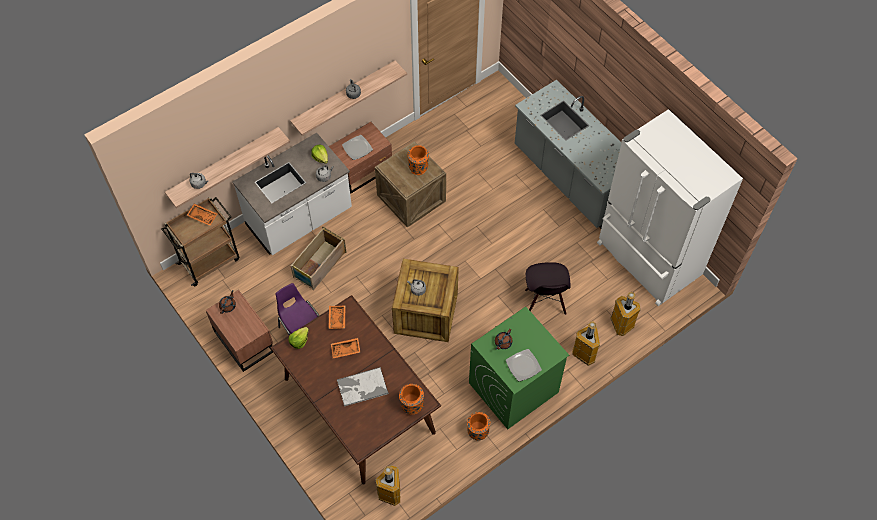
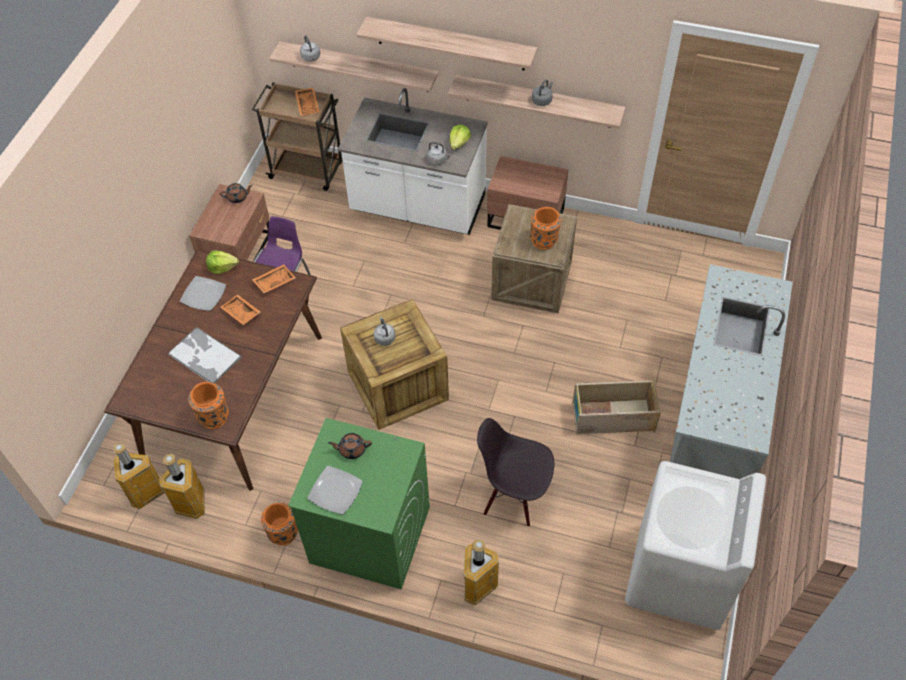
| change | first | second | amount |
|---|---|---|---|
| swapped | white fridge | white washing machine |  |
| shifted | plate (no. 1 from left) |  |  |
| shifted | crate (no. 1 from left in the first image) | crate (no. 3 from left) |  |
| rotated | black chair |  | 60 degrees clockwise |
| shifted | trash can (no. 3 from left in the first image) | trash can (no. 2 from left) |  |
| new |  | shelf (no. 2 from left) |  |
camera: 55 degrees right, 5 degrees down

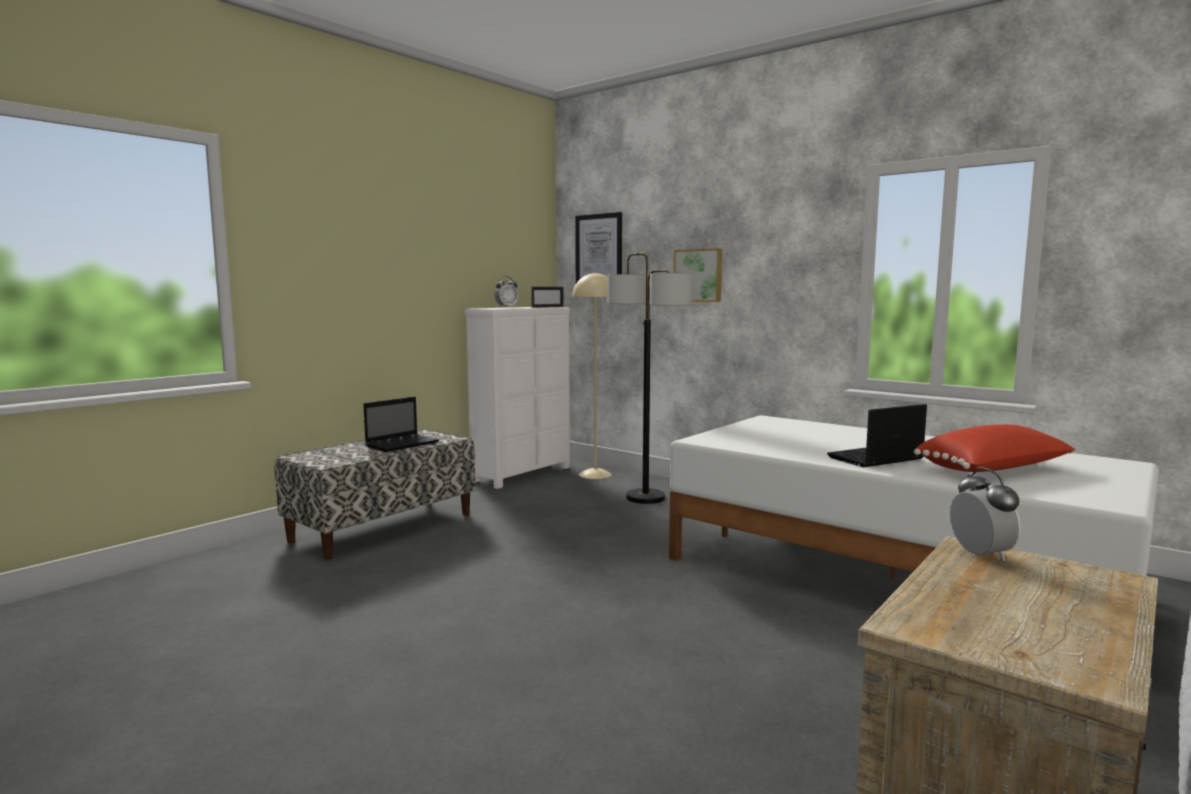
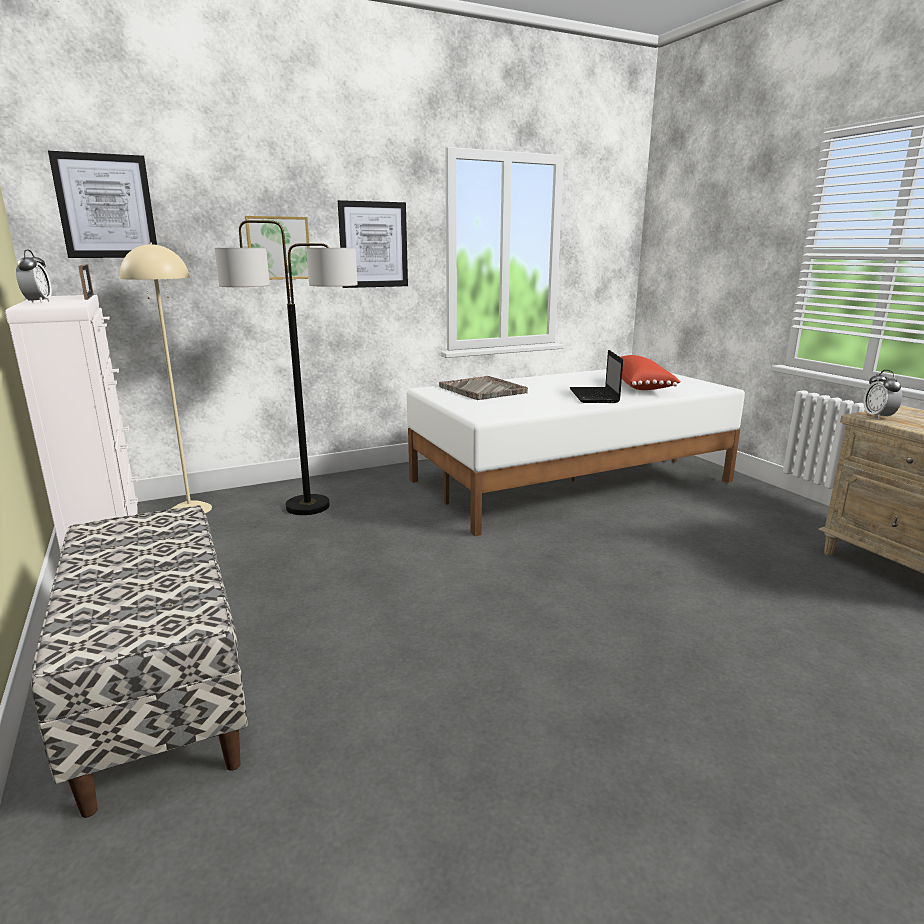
| change | first | second | amount |
|---|---|---|---|
| gone | laptop (no. 1 from left) |  |  |
| rotated | alarm clock (no. 2 from left) |  | 105 degrees counterclockwise |
| new |  | picture (no. 3 from left) |  |
| new |  | grey tray |  |
camera: 65 degrees left, 10 degrees up

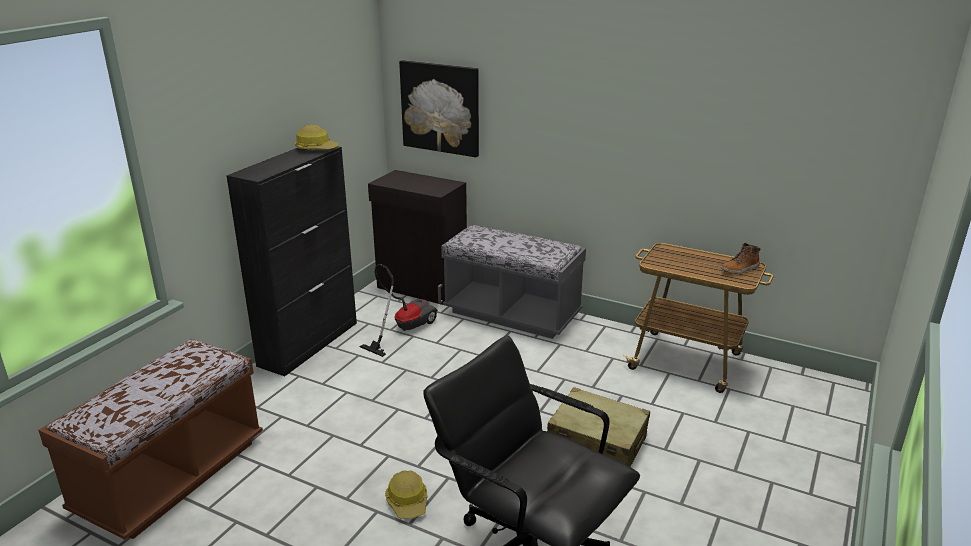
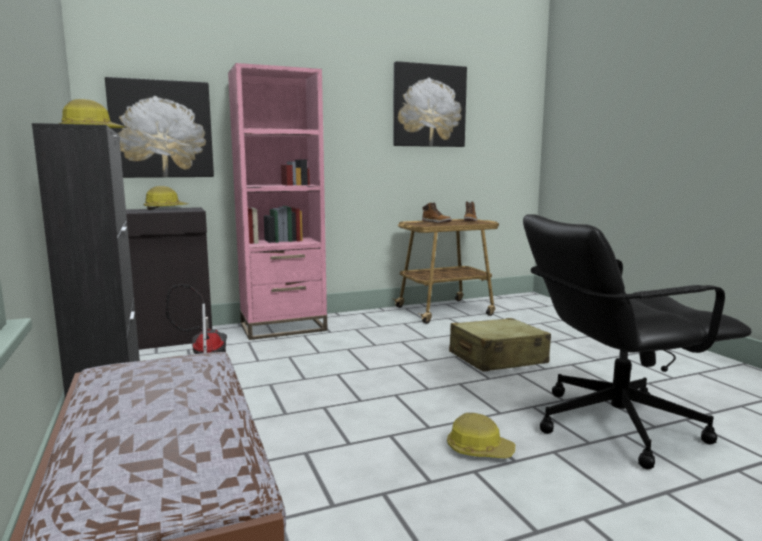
| change | first | second | amount |
|---|---|---|---|
| swapped | grey bench | pink bookcase |  |
| new |  | picture (no. 2 from left) |  |
| new |  | hard hat (no. 2 from left) |  |
| new |  | boot (no. 1 from left) |  |
camera: 50 degrees left, 15 degrees down

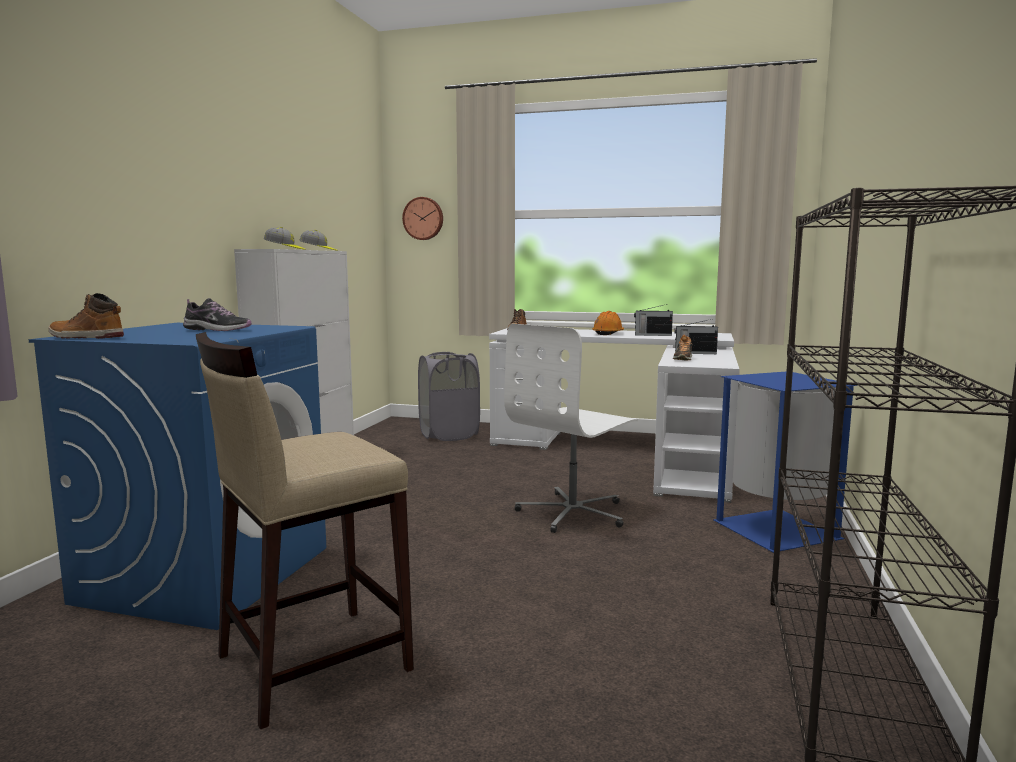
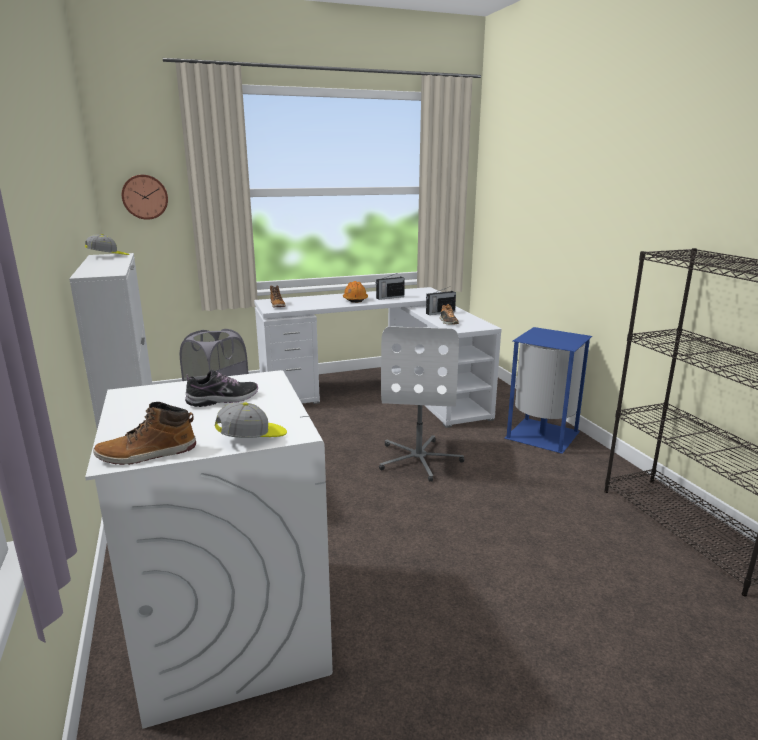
| change | first | second | amount |
|---|---|---|---|
| shifted | cap (no. 1 from left in the first image) | cap (no. 2 from left) |  |
| repainted | blue washing machine | white washing machine |  |
| gone | beige stool |  |  |
camera: 35 degrees left, 10 degrees up

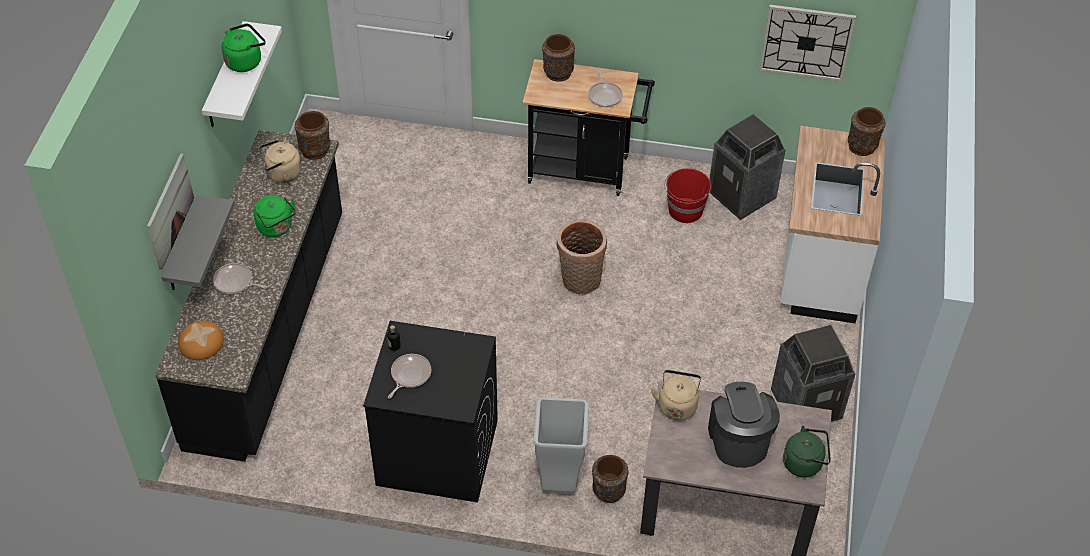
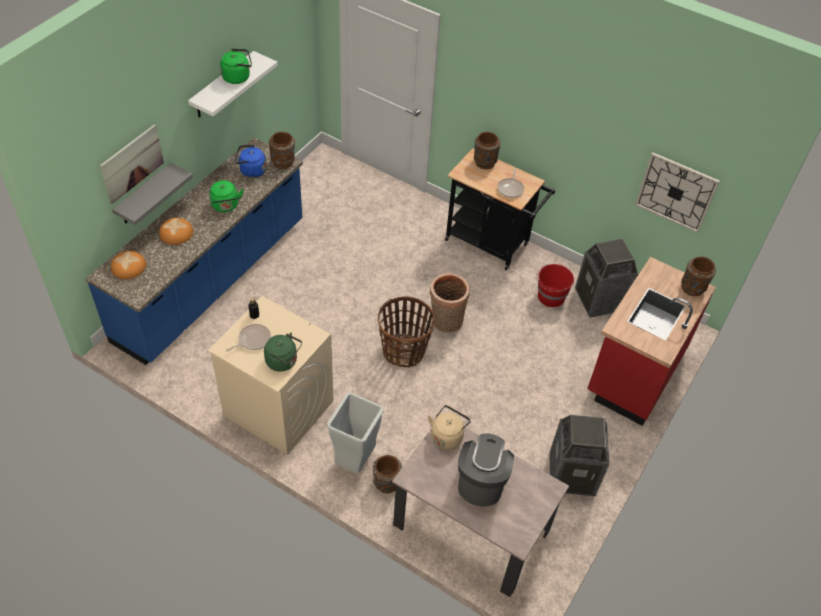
| change | first | second | amount |
|---|---|---|---|
| repainted | white counter | red counter |  |
| repainted | black counter | blue counter |  |
| repainted | beige kettle (no. 1 from left) | blue kettle |  |
| swapped | frying pan (no. 1 from left) | bread (no. 2 from left) |  |
| repainted | black washing machine | beige washing machine |  |
| shifted | green kettle (no. 3 from left) |  |  |
| new |  | basket (no. 1 from left) |  |
camera: 20 degrees right, 0 degrees up

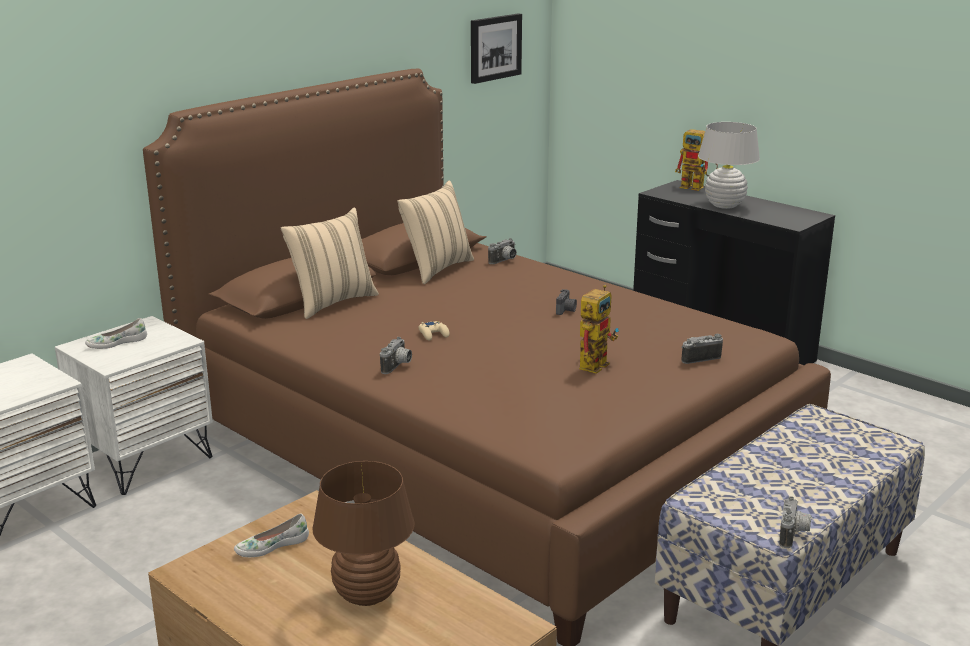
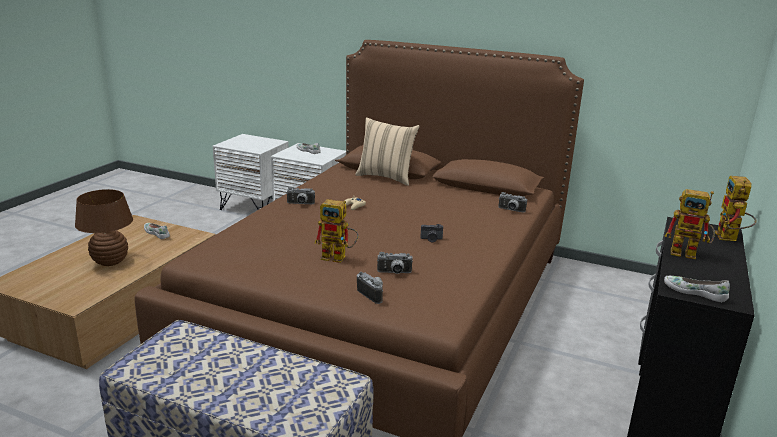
| change | first | second | amount |
|---|---|---|---|
| gone | picture |  |  |
| swapped | white table lamp | toy robot (no. 2 from left) |  |
| gone | beige pillow (no. 2 from left) |  |  |
| shifted | photo camera (no. 5 from left in the first image) | photo camera (no. 3 from left) |  |
| new |  | white shoe (no. 3 from left) |  |
camera: 70 degrees right, 0 degrees up

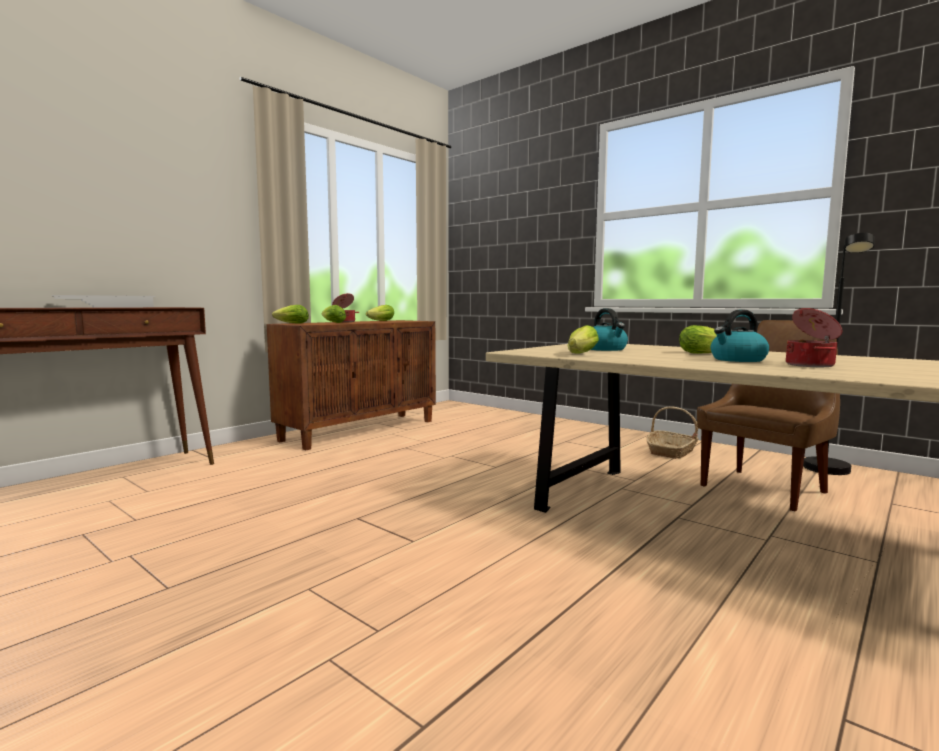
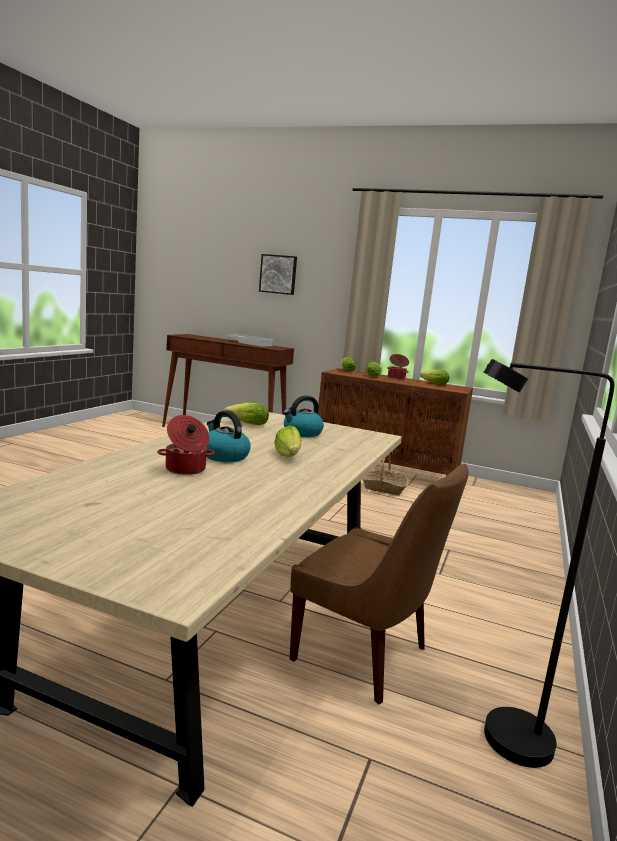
| change | first | second | amount |
|---|---|---|---|
| shifted | basket |  |  |
| new |  | picture |  |
camera: 70 degrees right, 5 degrees up

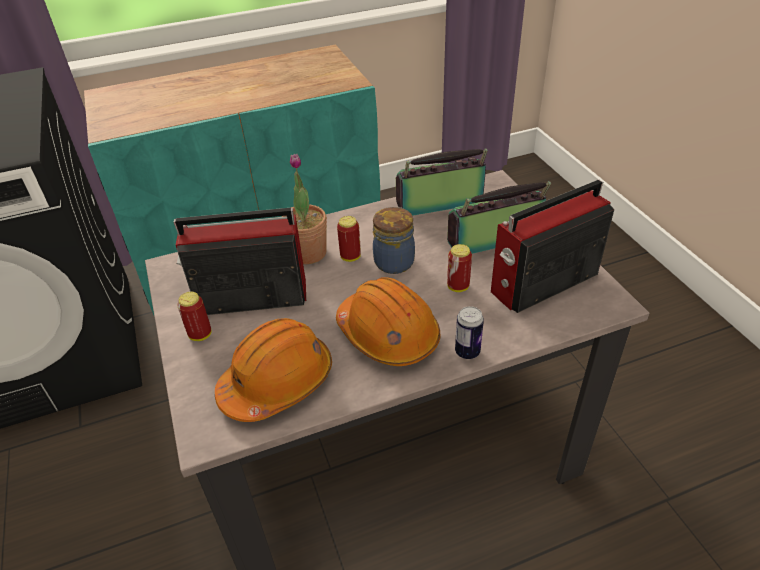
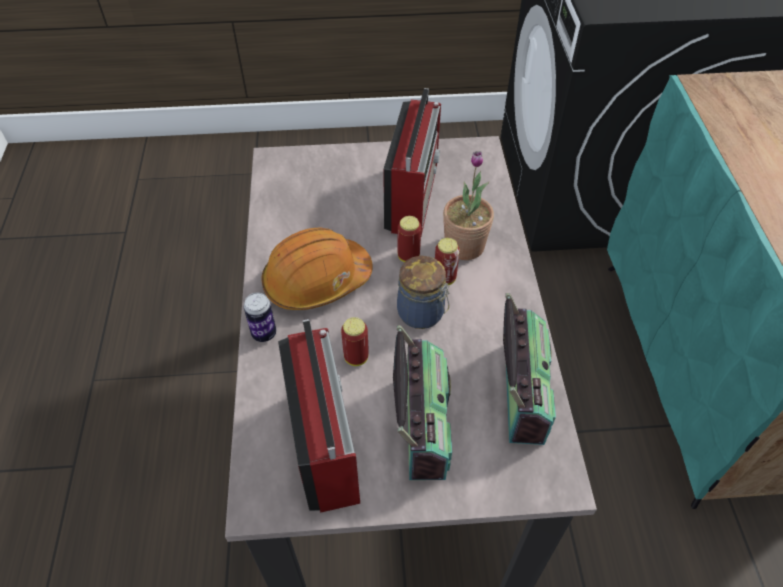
| change | first | second | amount |
|---|---|---|---|
| shifted | can (no. 1 from left in the first image) | can (no. 3 from left) |  |
| gone | orange hard hat (no. 1 from left) |  |  |
camera: 105 degrees right, 10 degrees up

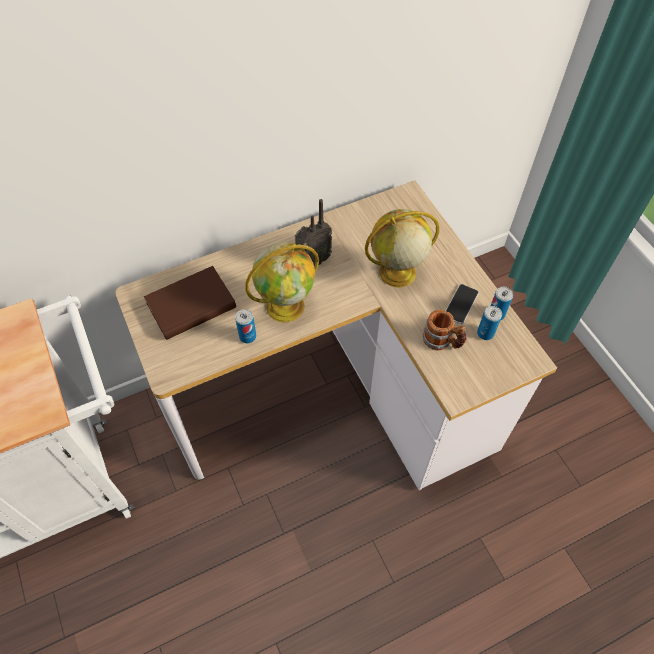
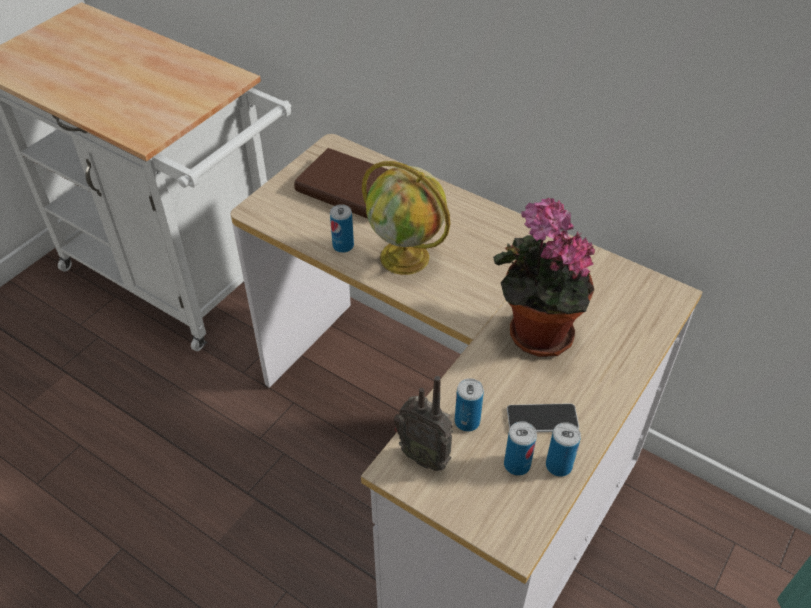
| change | first | second | amount |
|---|---|---|---|
| shifted | radio |  |  |
| swapped | globe (no. 2 from left) | potted plant |  |
| swapped | mug | can (no. 2 from left) |  |
camera: 60 degrees right, 10 degrees down

